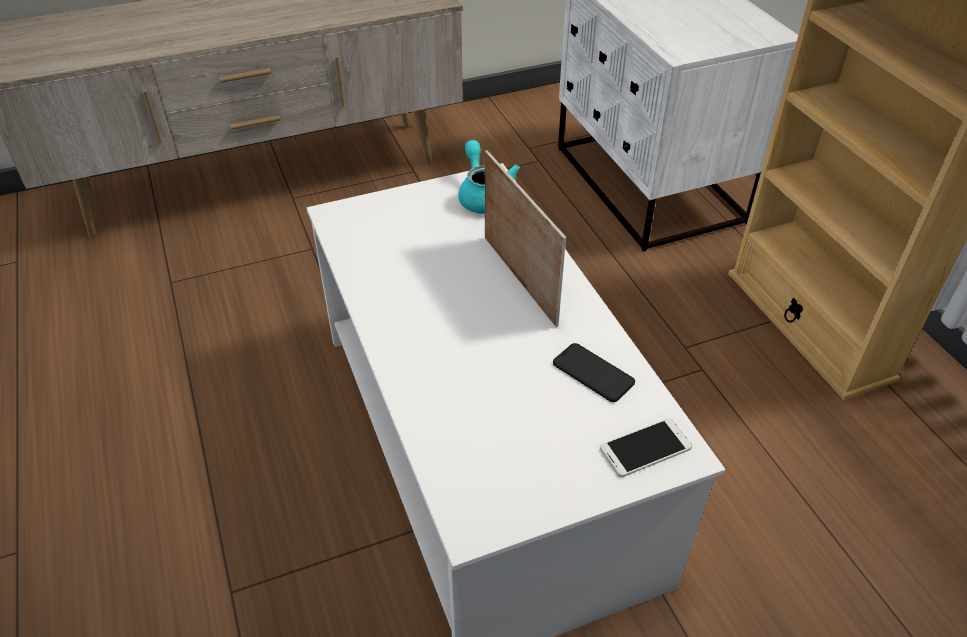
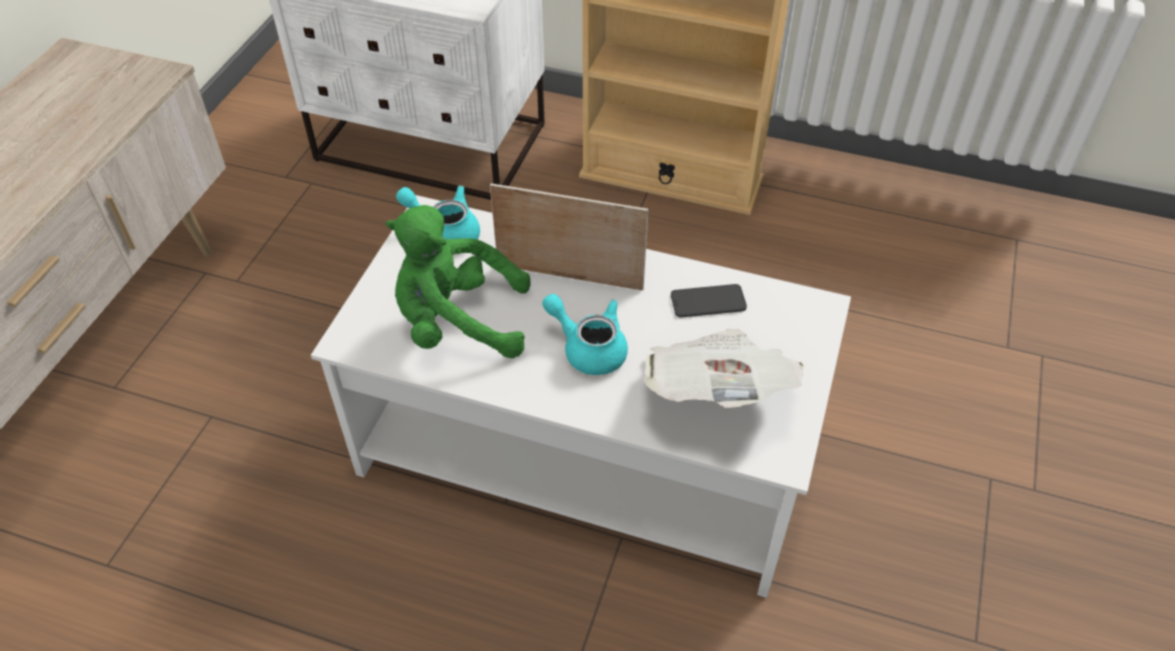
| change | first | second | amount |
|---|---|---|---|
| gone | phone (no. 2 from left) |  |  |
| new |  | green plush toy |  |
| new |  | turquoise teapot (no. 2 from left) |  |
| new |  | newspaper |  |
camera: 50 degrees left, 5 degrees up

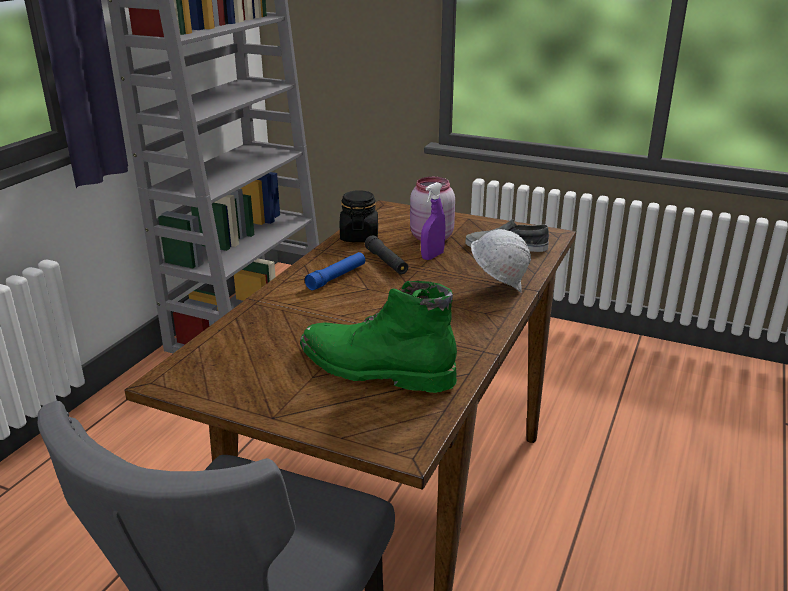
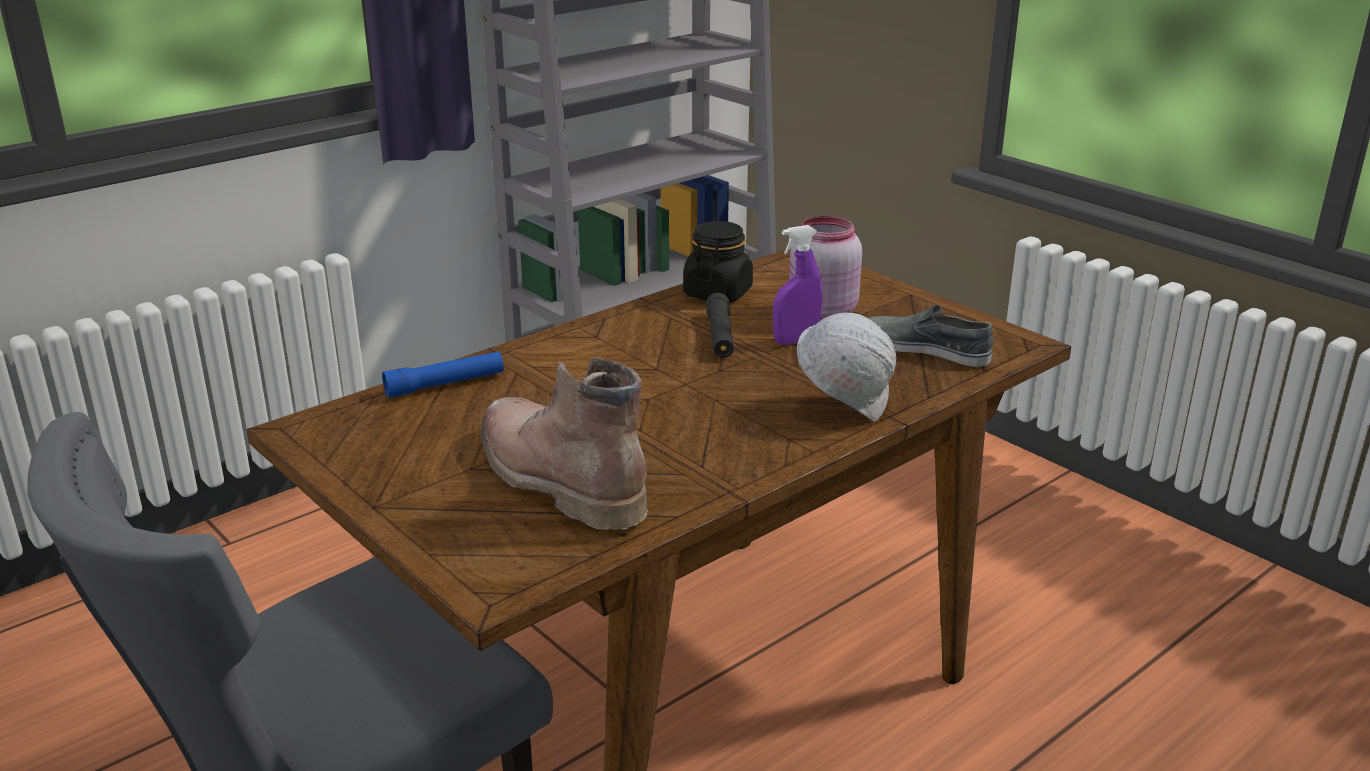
| change | first | second | amount |
|---|---|---|---|
| shifted | blue flashlight |  |  |
| repainted | green boot | brown boot |  |
camera: 25 degrees right, 0 degrees up

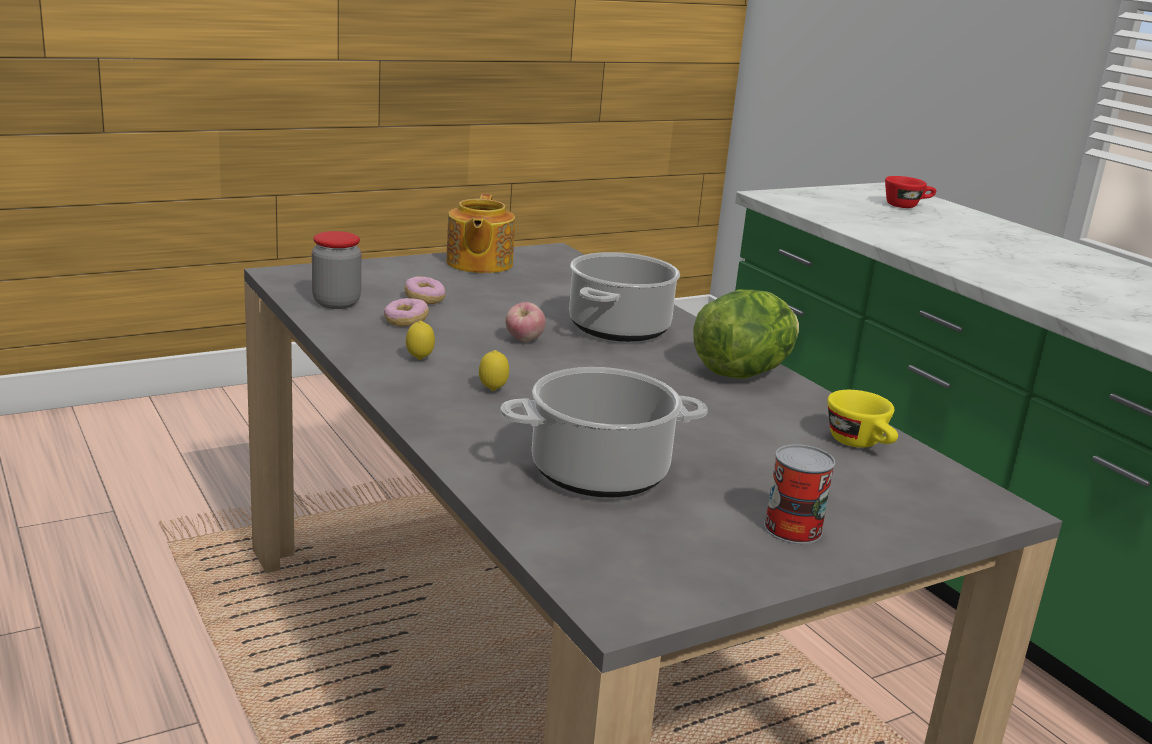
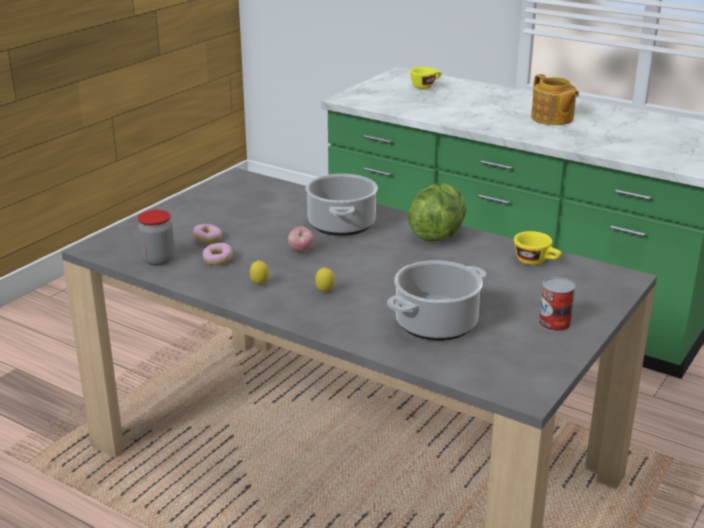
| change | first | second | amount |
|---|---|---|---|
| repainted | red cup | yellow cup (no. 1 from left) |  |
| shifted | teapot |  |  |
camera: 25 degrees left, 5 degrees up

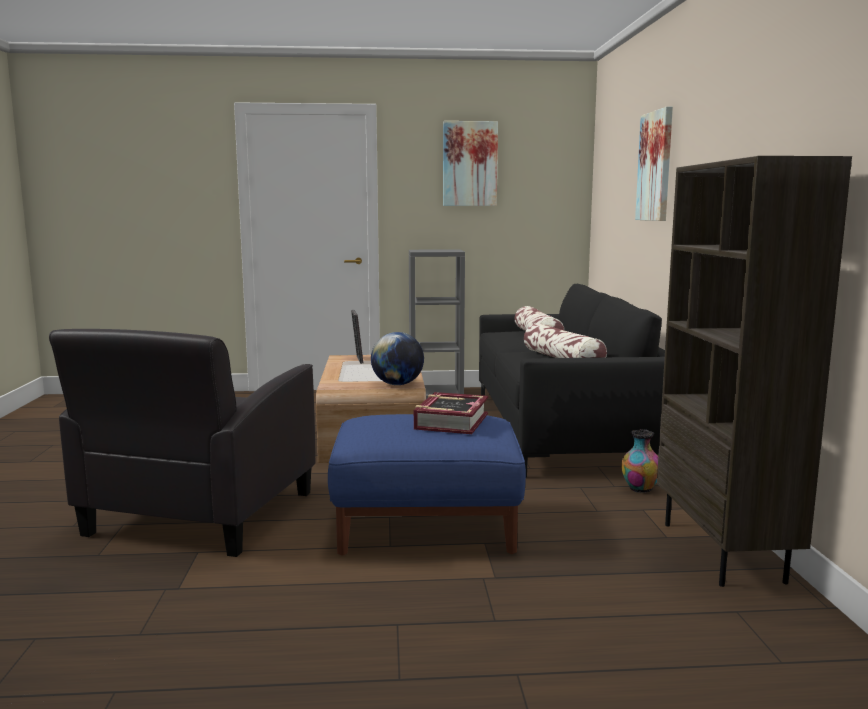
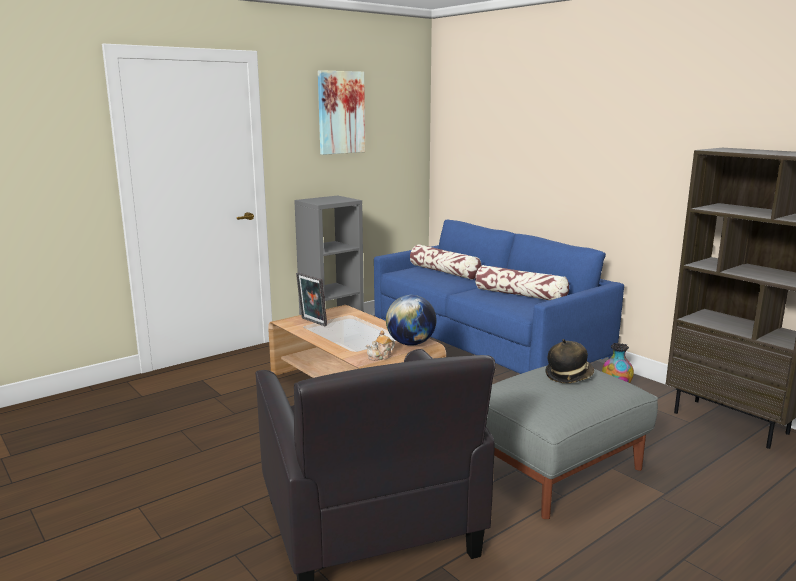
| change | first | second | amount |
|---|---|---|---|
| gone | picture (no. 2 from left) |  |  |
| repainted | black sofa | blue sofa |  |
| swapped | book | hat |  |
| repainted | blue ottoman | grey ottoman |  |
| new |  | teapot |  |
camera: 35 degrees left, 5 degrees up

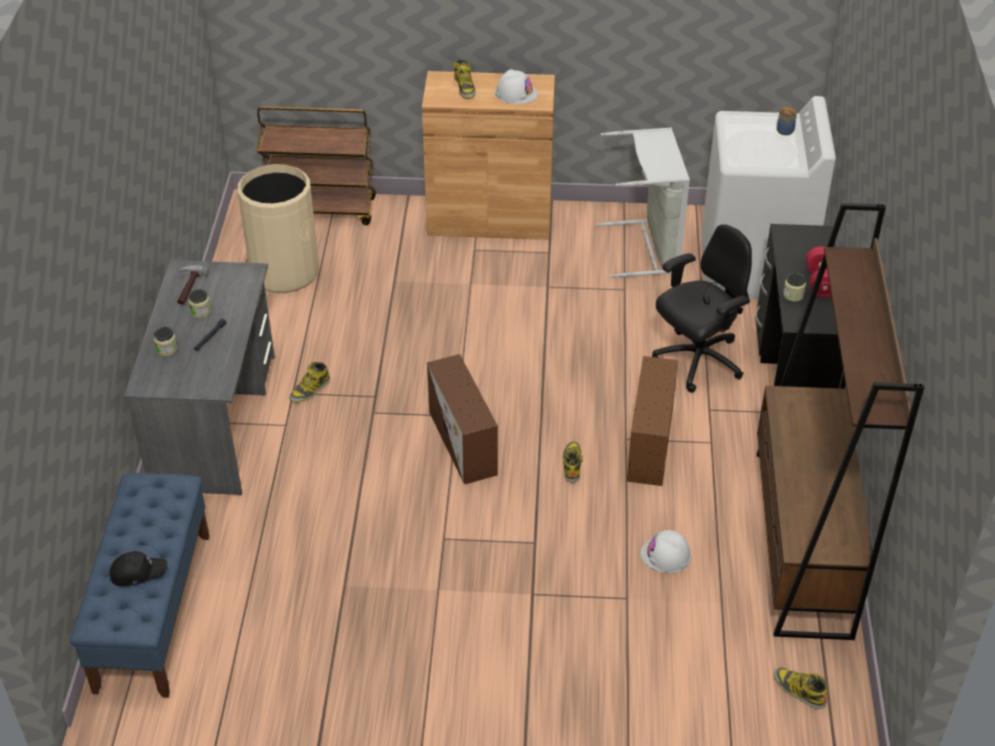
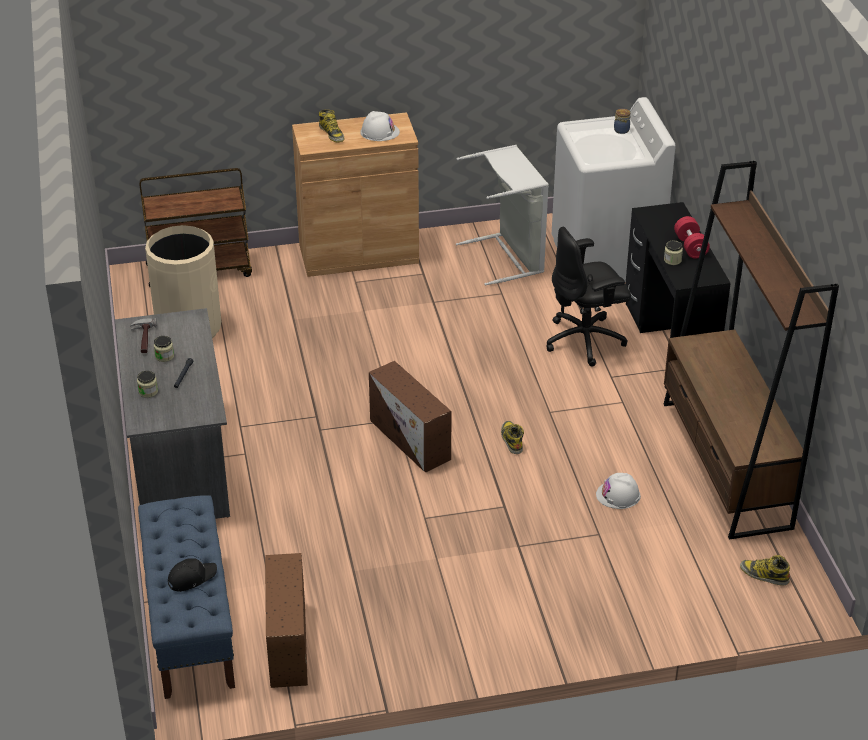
| change | first | second | amount |
|---|---|---|---|
| rotated | black office chair |  | 150 degrees counterclockwise |
| shifted | brown storage box (no. 2 from left in the first image) | brown storage box (no. 1 from left) |  |
| gone | boot (no. 1 from left) |  |  |
camera: 15 degrees left, 5 degrees down

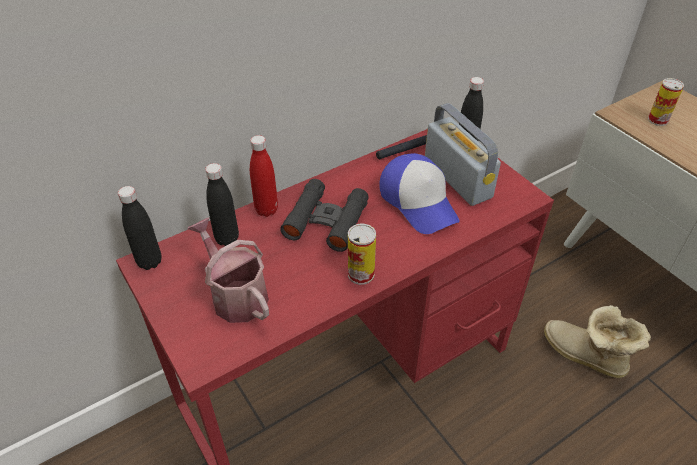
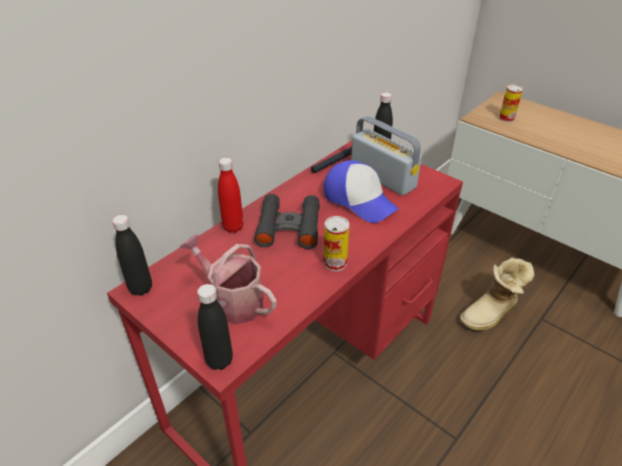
| change | first | second | amount |
|---|---|---|---|
| shifted | black bottle (no. 2 from left) |  |  |
| rotated | boot |  | 60 degrees counterclockwise |
camera: 15 degrees left, 5 degrees down

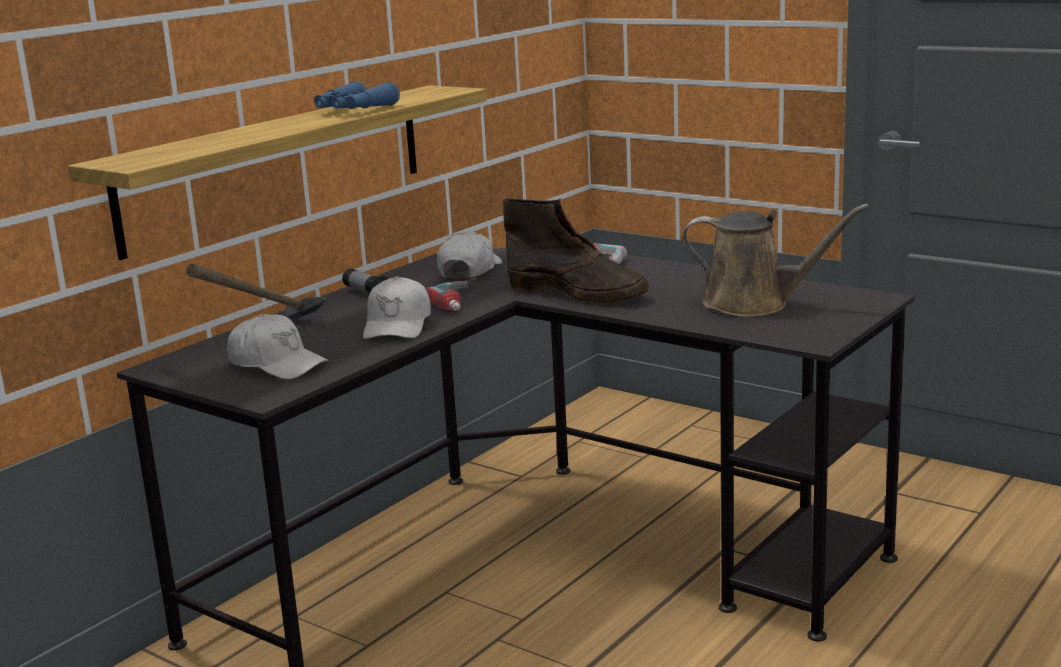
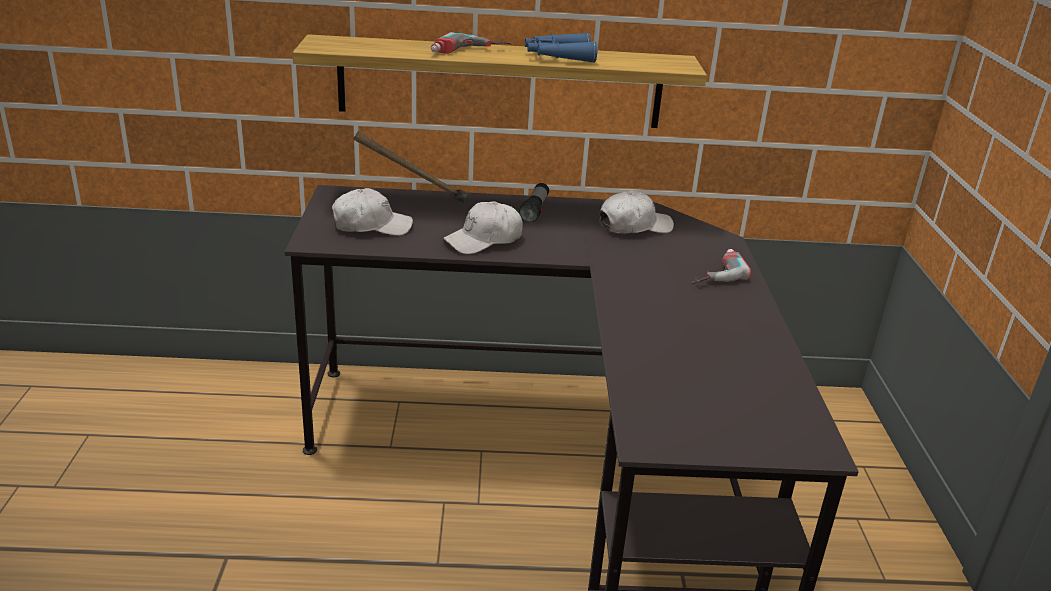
| change | first | second | amount |
|---|---|---|---|
| gone | brown boot |  |  |
| gone | brown watering can |  |  |
| shifted | power drill (no. 1 from left) |  |  |
| rotated | white cap (no. 1 from left) |  | 90 degrees counterclockwise |
camera: 50 degrees right, 10 degrees up

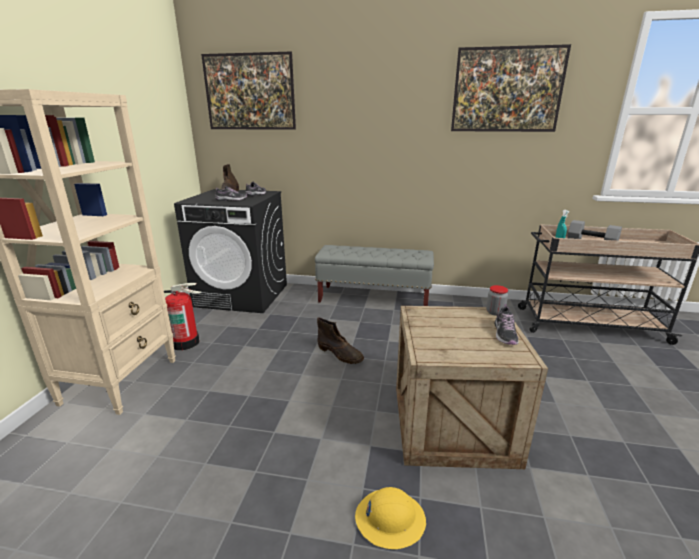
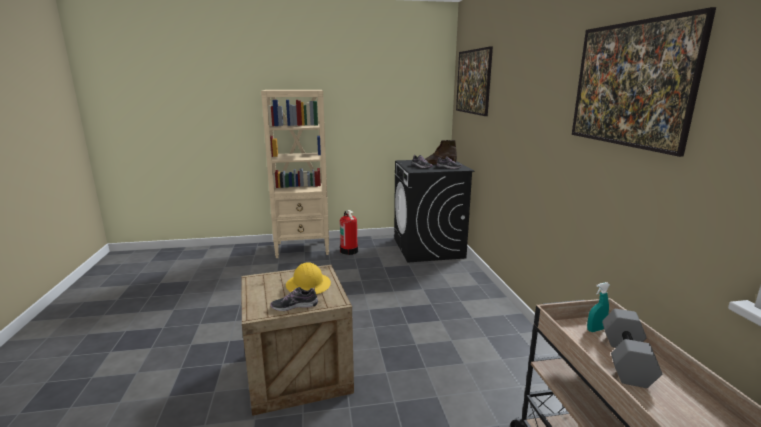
| change | first | second | amount |
|---|---|---|---|
| gone | grey bench |  |  |
| gone | jar |  |  |
| gone | brown boot (no. 2 from left) |  |  |
| shifted | yellow hard hat |  |  |
camera: 70 degrees right, 5 degrees down

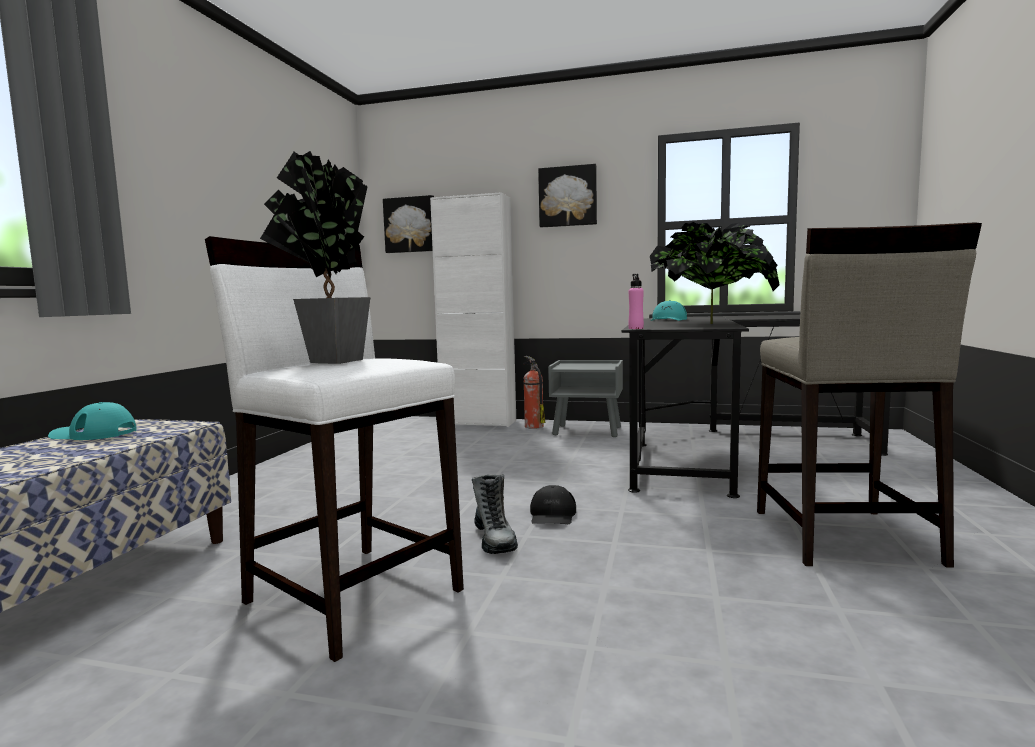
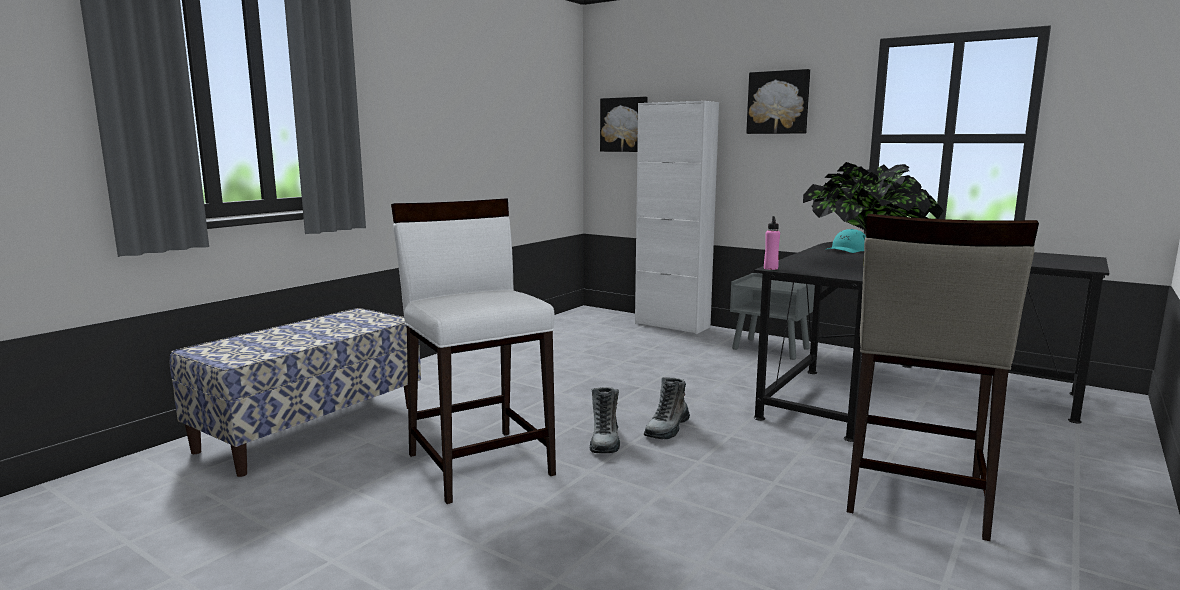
| change | first | second | amount |
|---|---|---|---|
| gone | potted plant (no. 1 from left) |  |  |
| gone | fire extinguisher |  |  |
| gone | turquoise cap (no. 1 from left) |  |  |
| swapped | black cap | boot (no. 2 from left) |  |
camera: 20 degrees right, 5 degrees up

